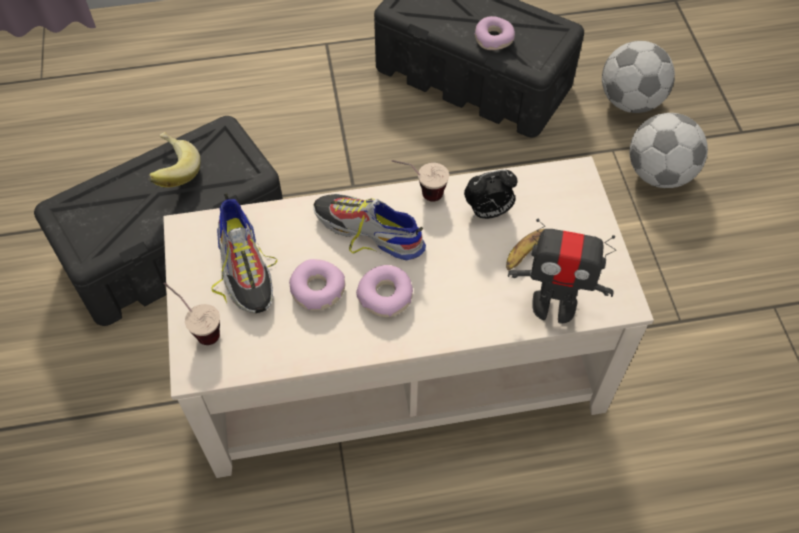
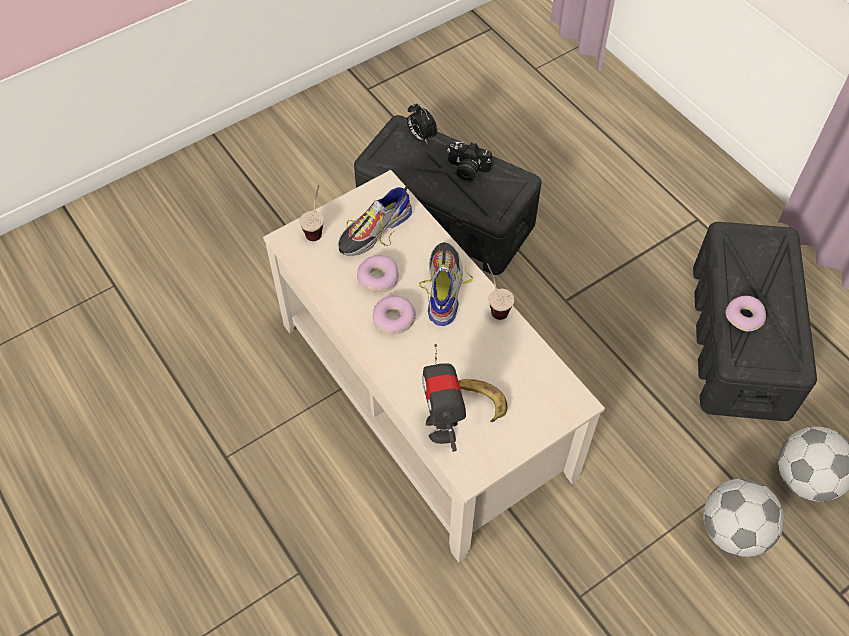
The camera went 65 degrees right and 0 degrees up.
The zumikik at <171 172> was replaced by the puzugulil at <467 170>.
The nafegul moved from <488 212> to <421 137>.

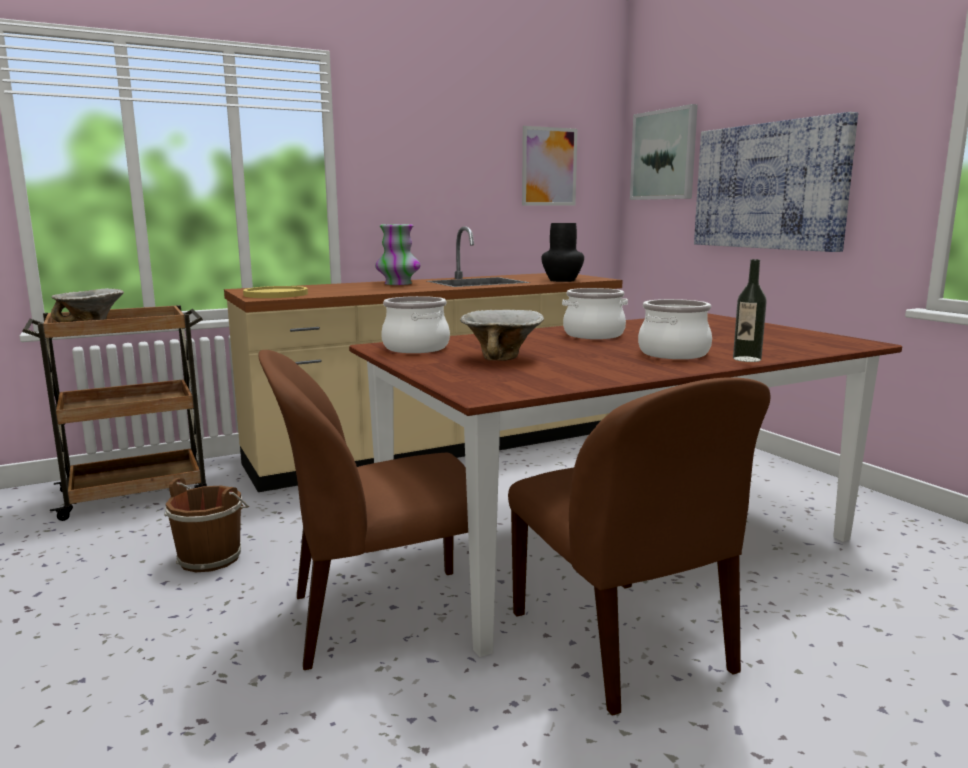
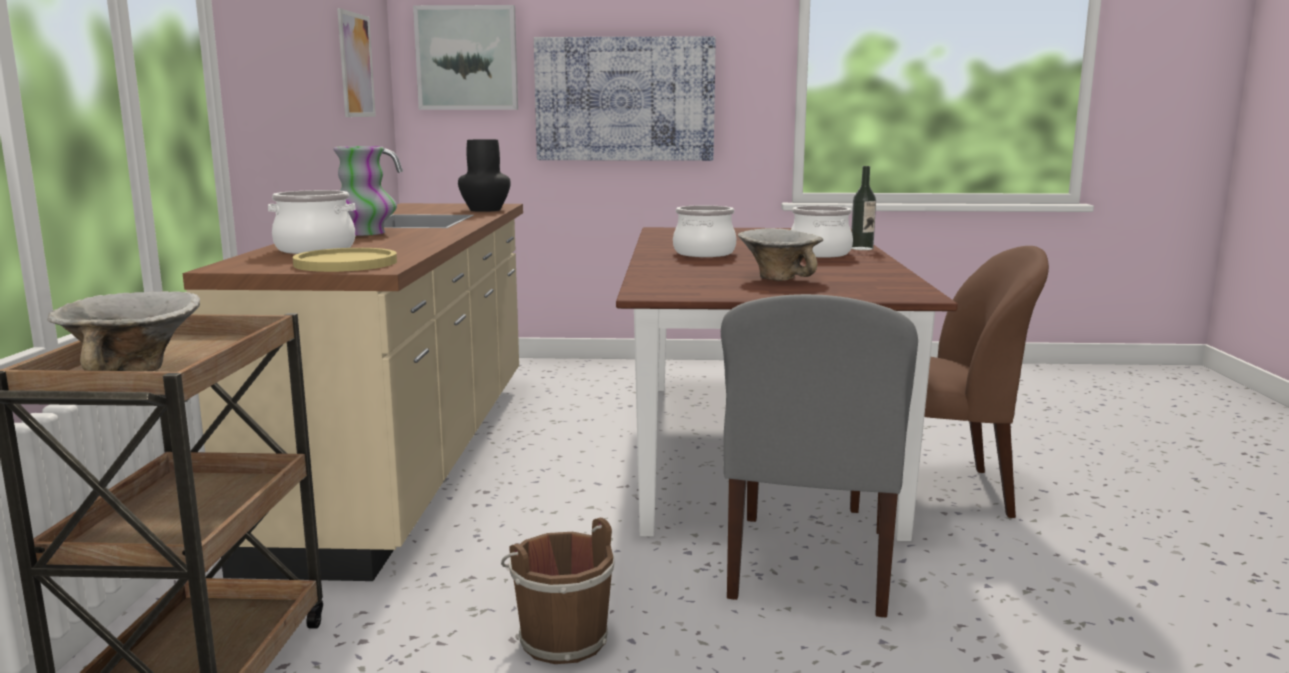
The camera went 60 degrees left and 0 degrees up.
The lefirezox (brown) at <381 617> became the lefirezox (grey) at <810 566>.
The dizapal moved from <416 348> to <315 249>.

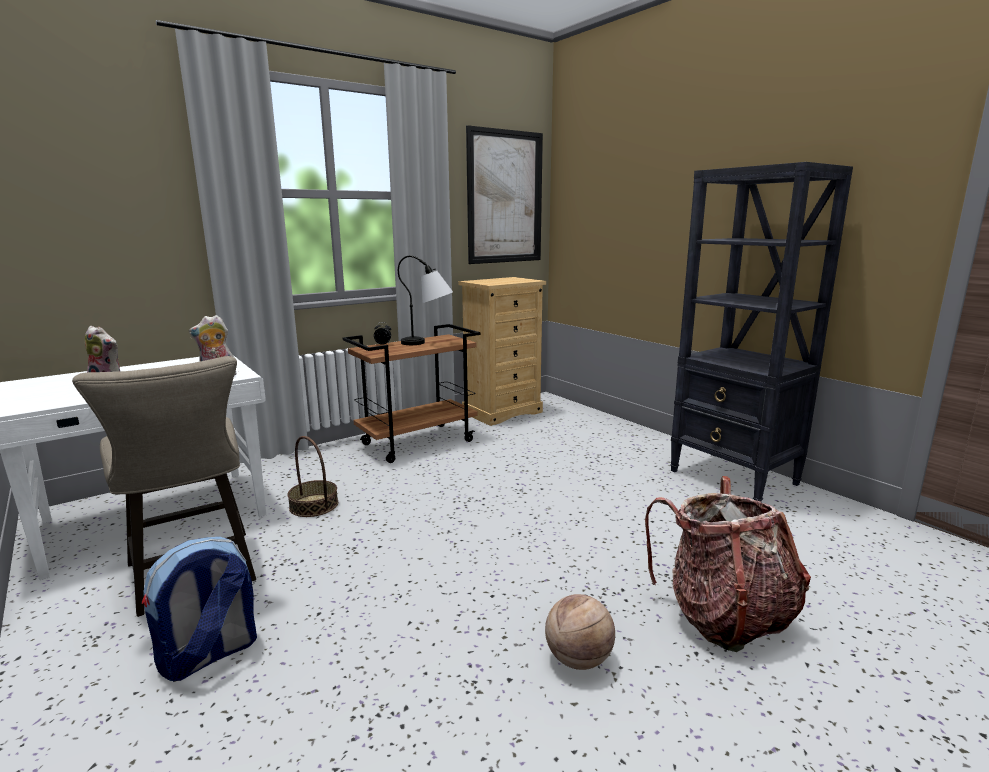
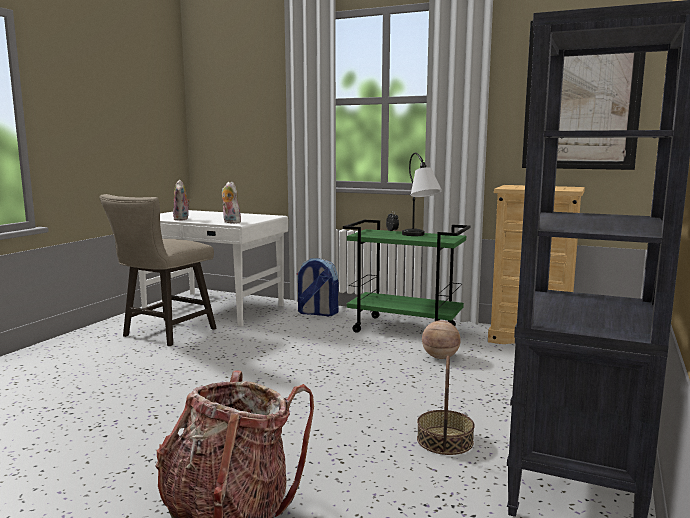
The camera went 60 degrees right and 5 degrees down.
The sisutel moved from <209 655> to <317 313>.
The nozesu moved from <314 505> to <445 440>.
The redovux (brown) at <418 442> became the redovux (green) at <405 329>.
The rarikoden moved from <578 659> to <440 357>.

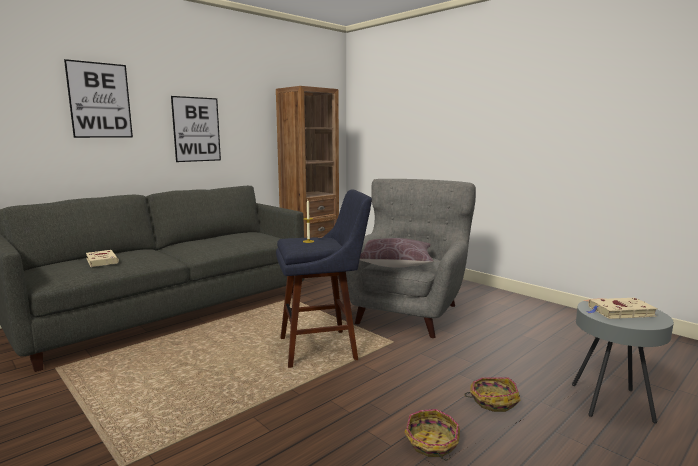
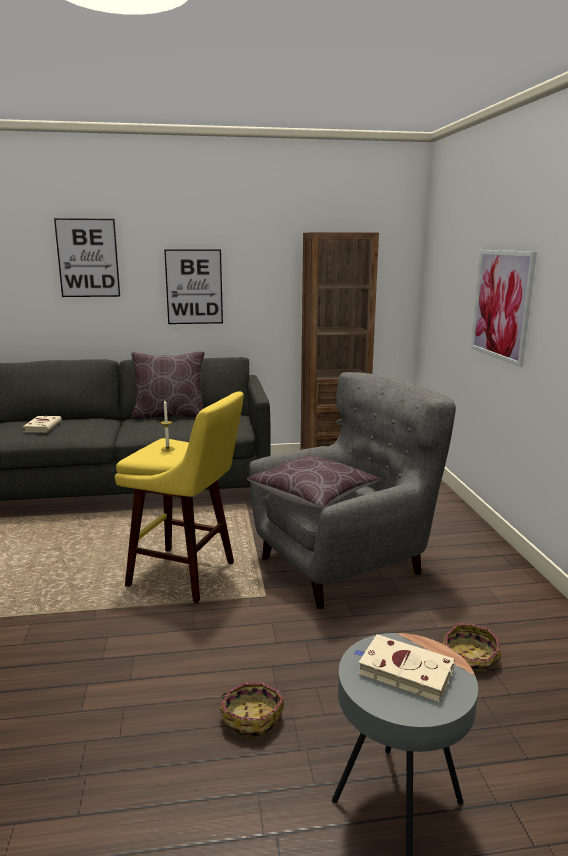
The camera went 35 degrees right and 5 degrees up.
The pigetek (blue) at <323 347> became the pigetek (yellow) at <188 576>.
The nozesu moved from <431 443> to <469 658>.
The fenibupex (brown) at <169 415> appeared.
The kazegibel at <501 305> appeared.

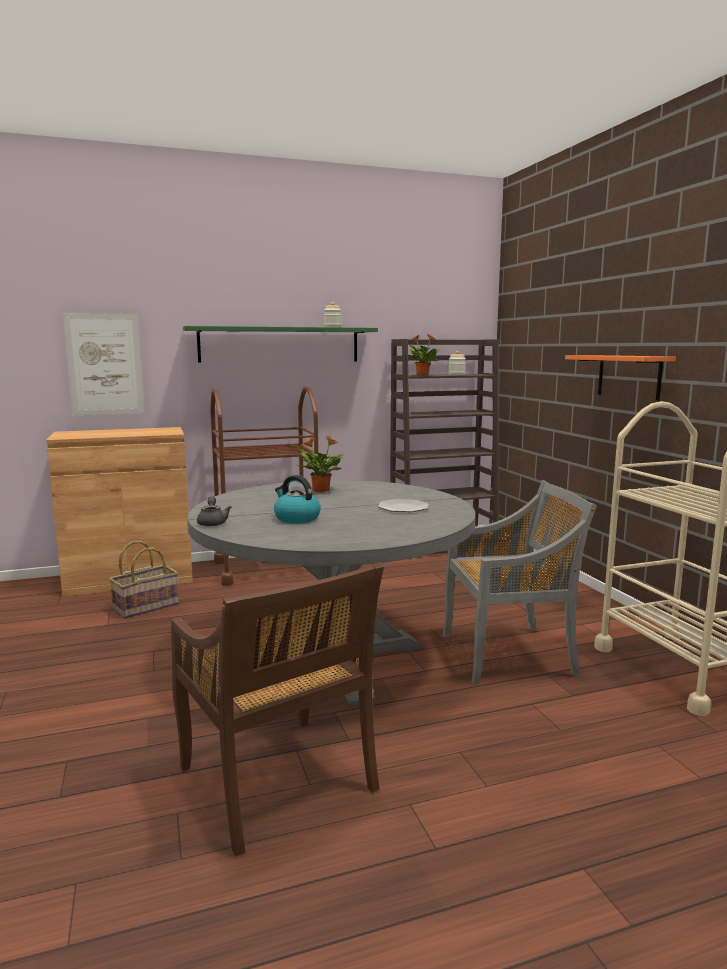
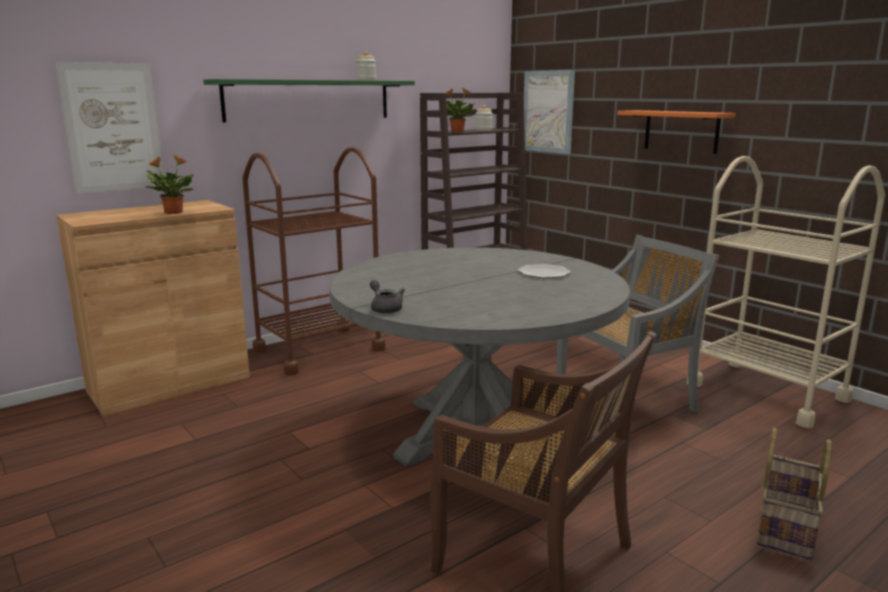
The camera went 20 degrees left and 5 degrees up.
The nozesu moved from <146 606> to <784 527>.
The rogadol at <296 518> disappeared.
The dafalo moved from <320 490> to <173 212>.
The kazegibel at <548 111> appeared.

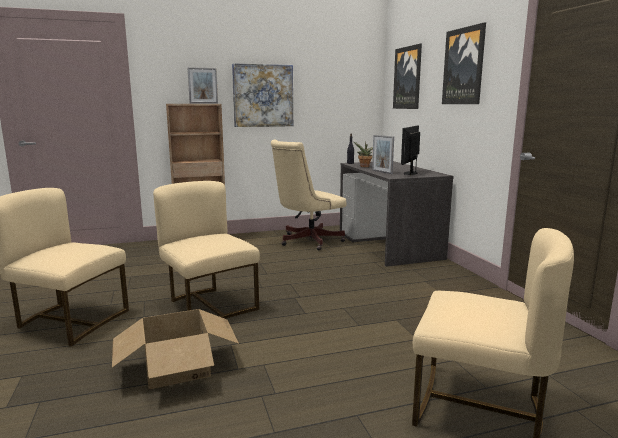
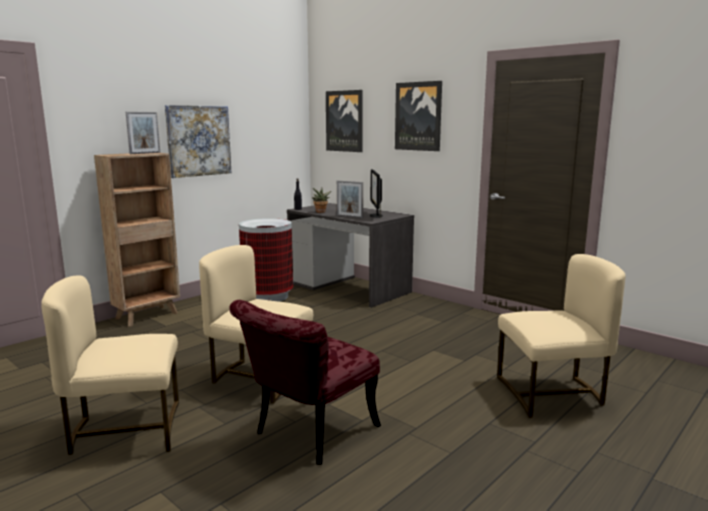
The camera went 30 degrees left and 0 degrees up.
The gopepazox at <177 367> was replaced by the lefirezox (red) at <308 435>.
The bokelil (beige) at <306 241> was replaced by the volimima at <267 297>.

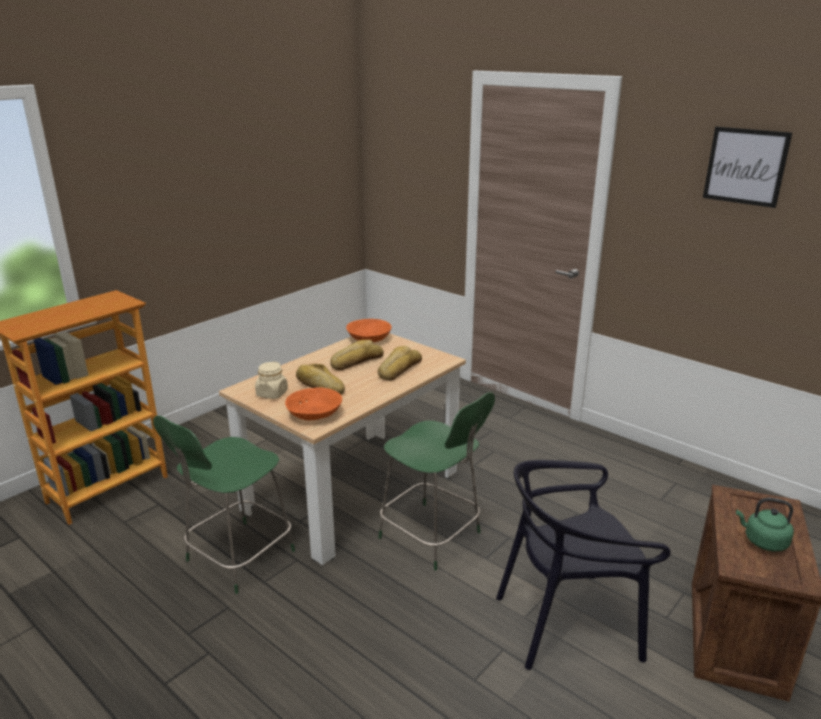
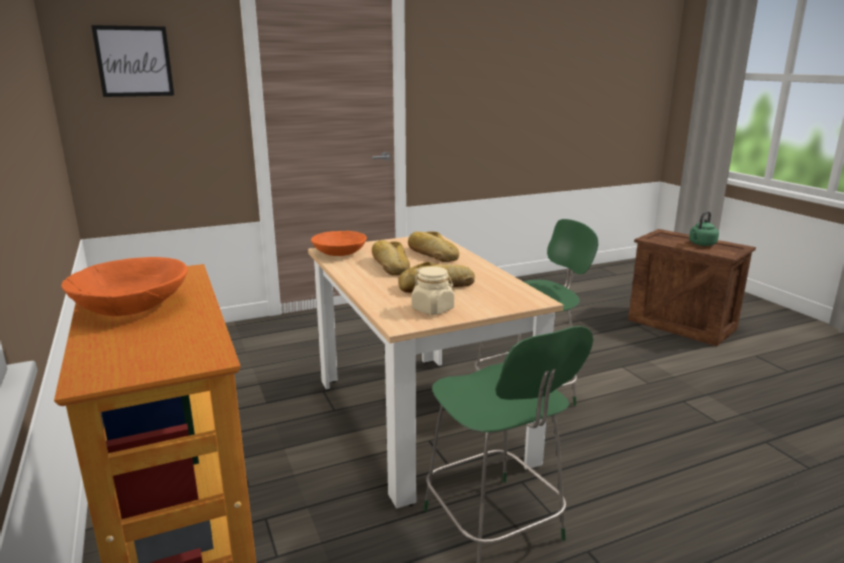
The camera went 65 degrees left and 5 degrees down.
The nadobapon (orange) moved from <315 414> to <132 305>.
The lefirezox (black) at <567 623> disappeared.
The kazegibel moved from <745 166> to <134 61>.

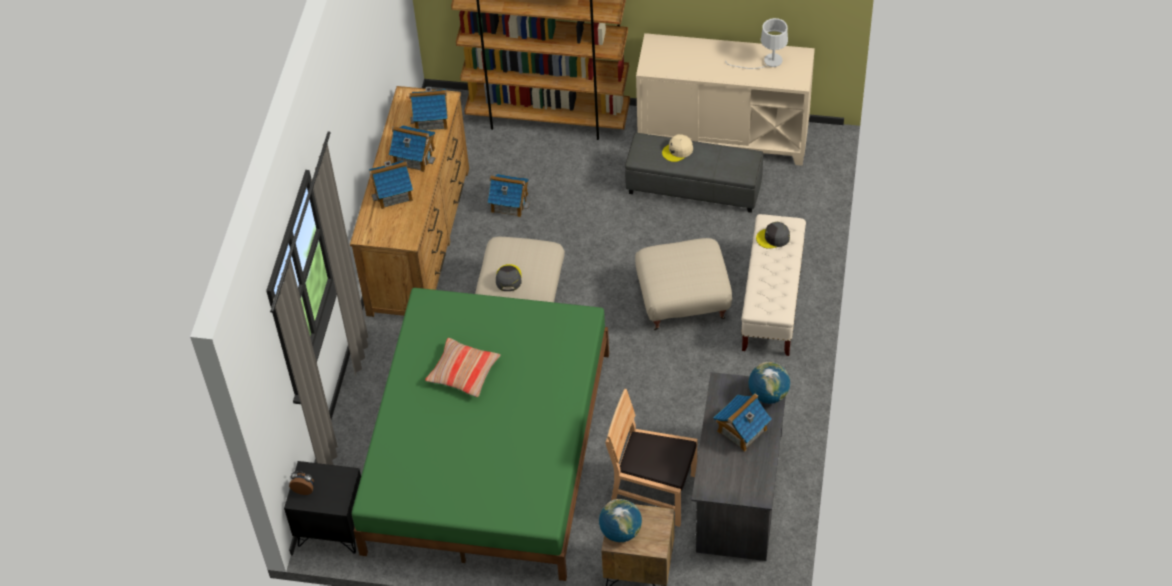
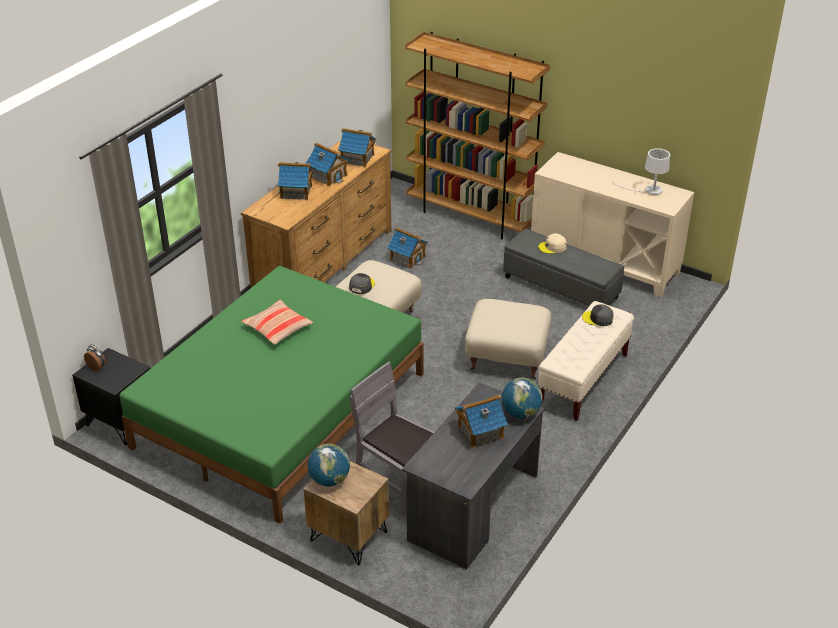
The camera went 20 degrees right and 15 degrees down.
The lefirezox (brown) at <653 491> became the lefirezox (grey) at <398 482>.

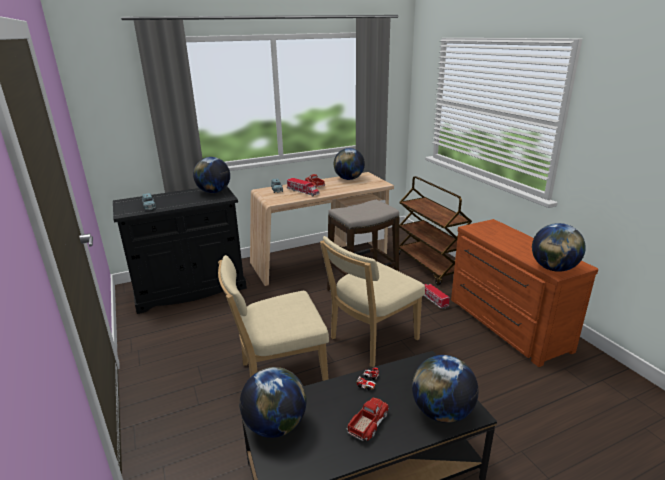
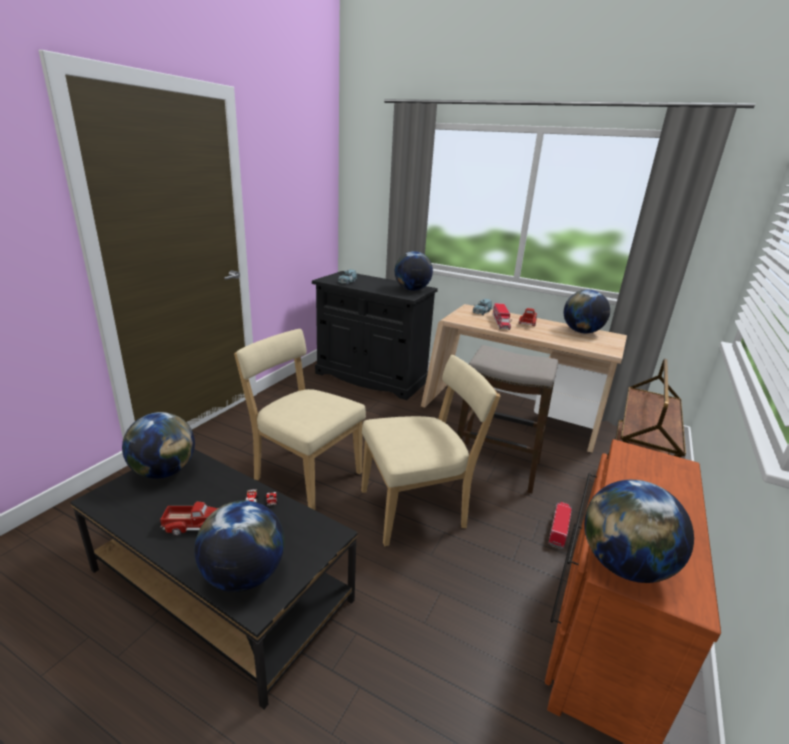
The camera went 50 degrees right and 0 degrees up.
The lefirezox (beige) at <370 340> turned 150 degrees clockwise.

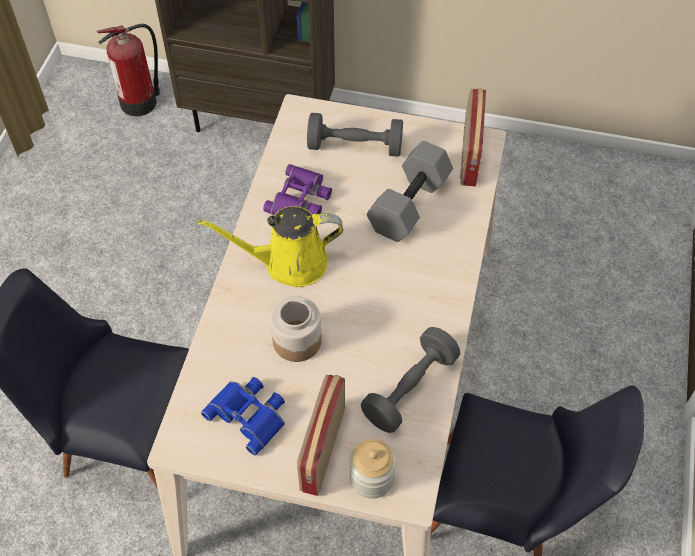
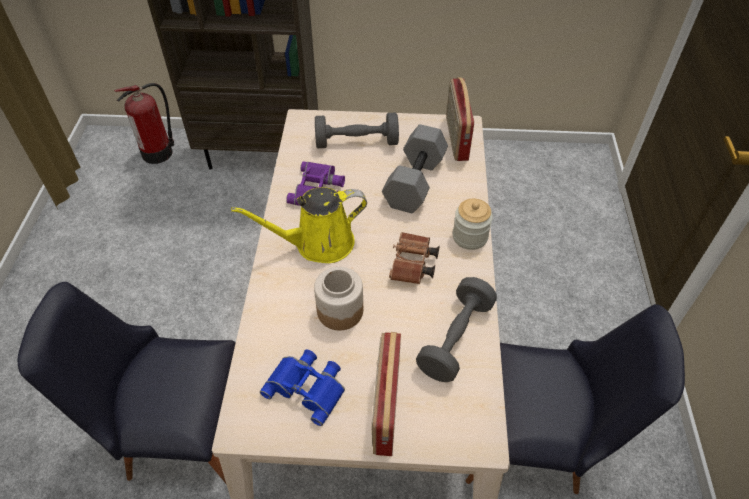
The camera went 10 degrees left and 5 degrees down.
The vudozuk moved from <372 478> to <470 237>.
The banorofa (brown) at <412 266> appeared.

